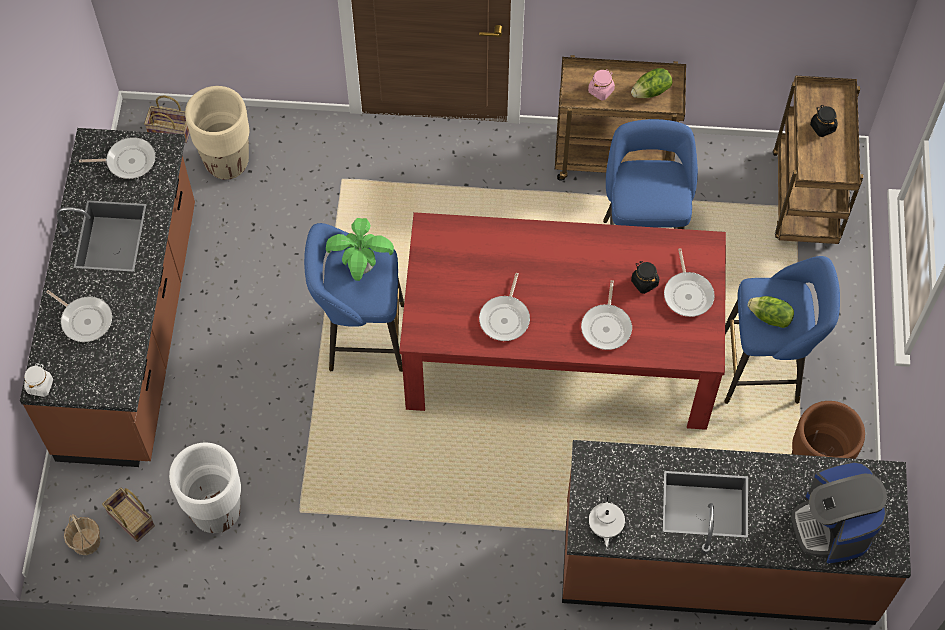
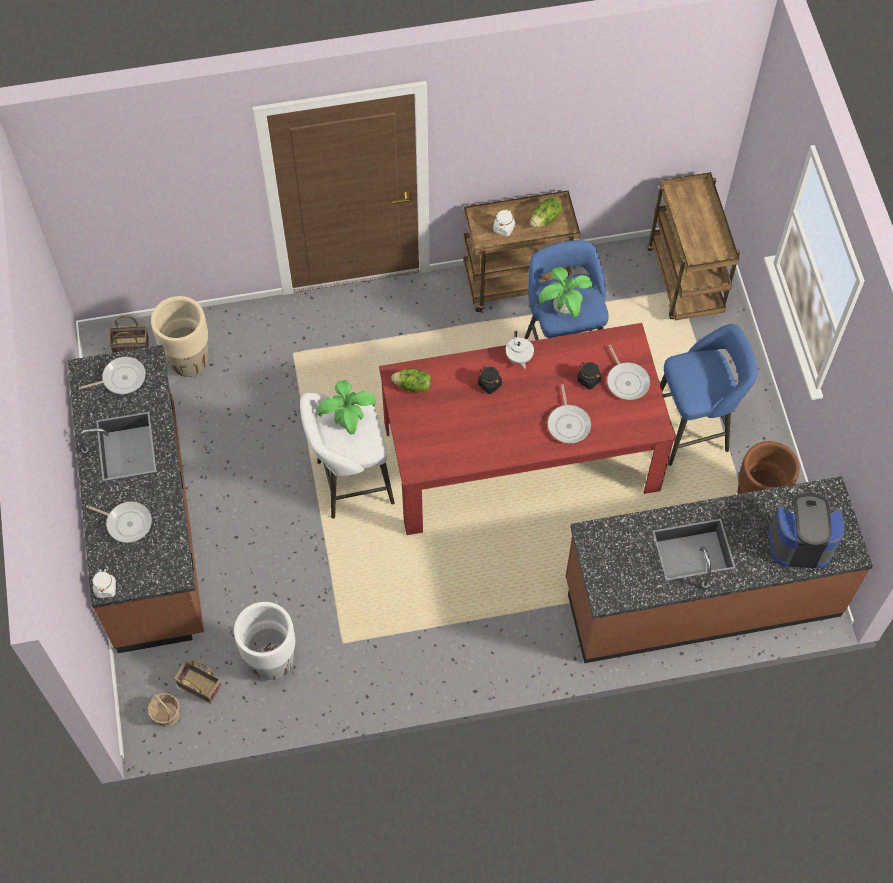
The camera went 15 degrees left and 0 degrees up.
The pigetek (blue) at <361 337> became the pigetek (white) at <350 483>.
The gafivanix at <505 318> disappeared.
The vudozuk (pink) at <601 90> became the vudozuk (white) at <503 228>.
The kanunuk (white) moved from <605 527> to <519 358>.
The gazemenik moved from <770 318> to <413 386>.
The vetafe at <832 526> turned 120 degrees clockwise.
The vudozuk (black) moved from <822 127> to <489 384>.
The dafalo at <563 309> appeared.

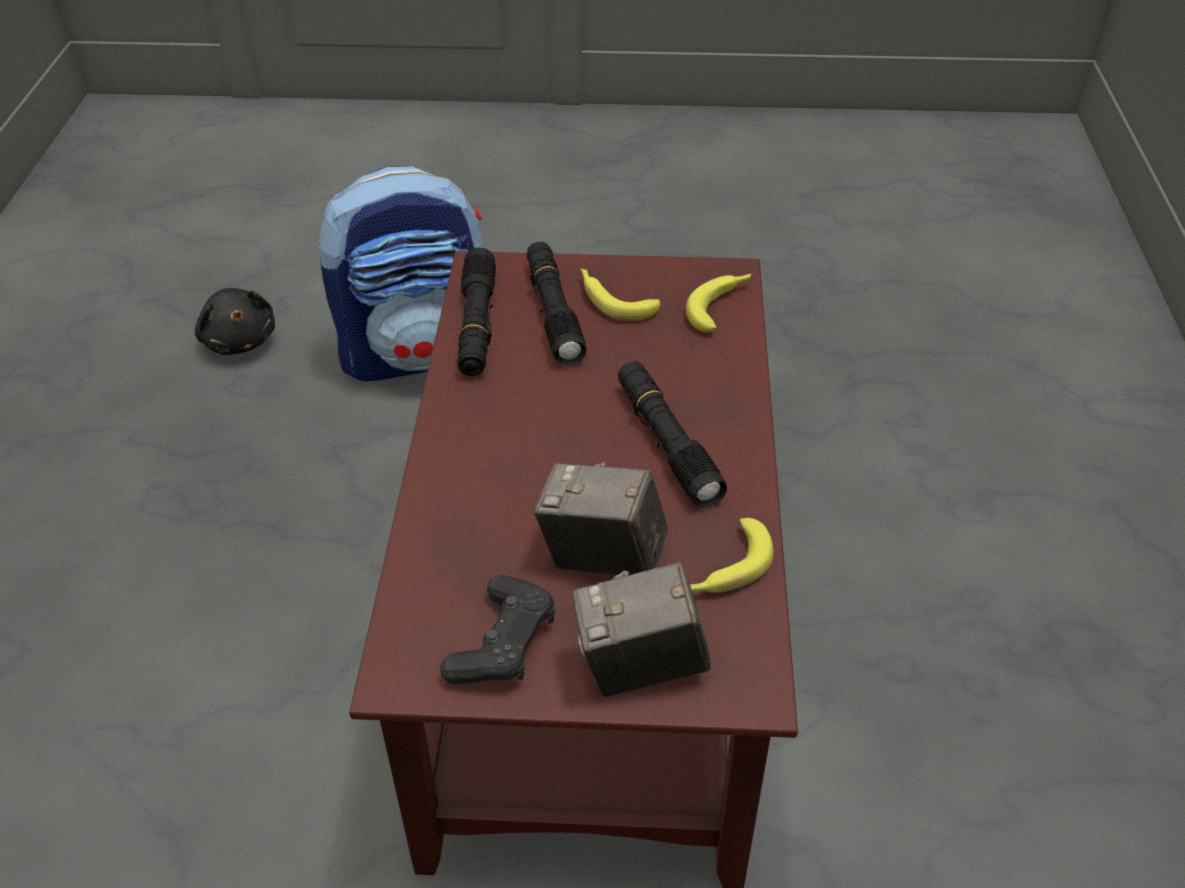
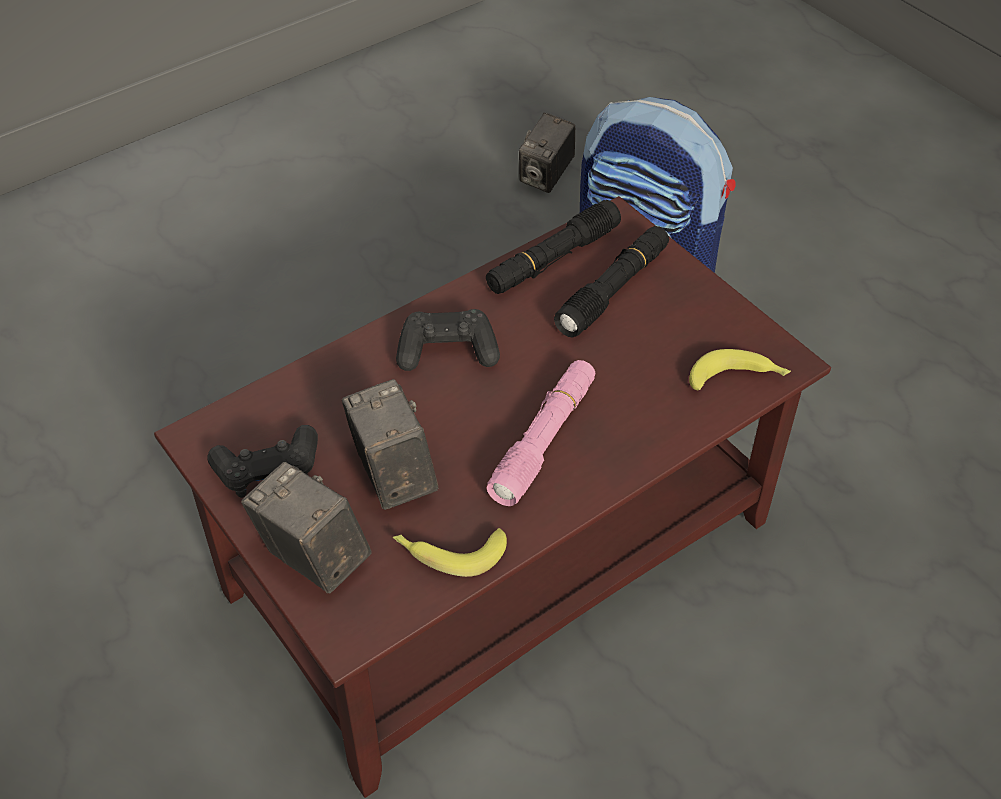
The camera went 50 degrees right and 5 degrees up.
The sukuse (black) at <239 340> was replaced by the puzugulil at <546 176>.
The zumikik at <613 300> disappeared.
The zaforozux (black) at <667 443> became the zaforozux (pink) at <544 440>.
The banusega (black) at <447 351> appeared.

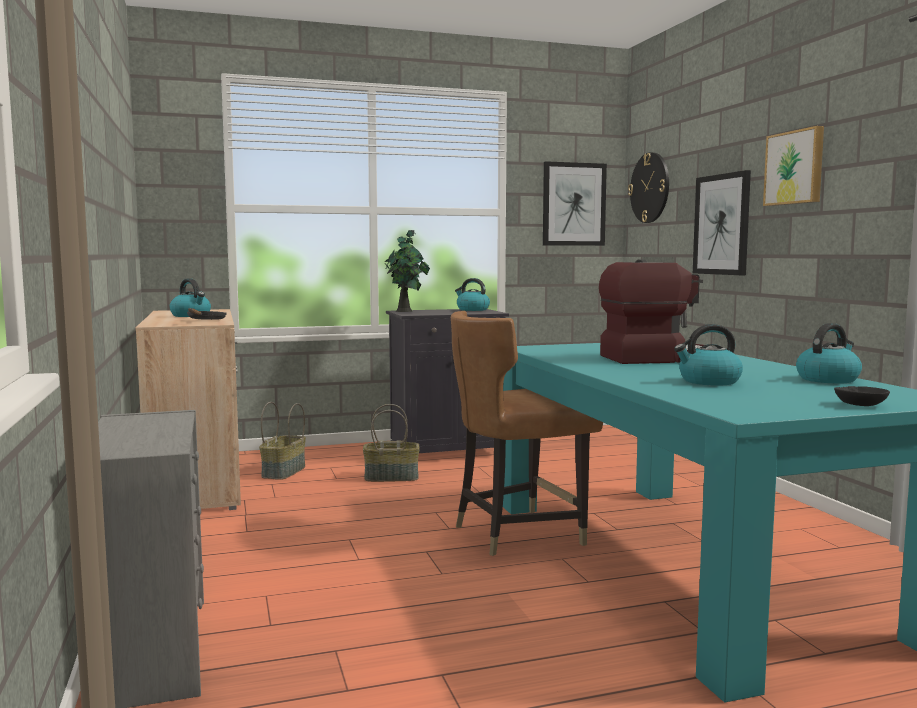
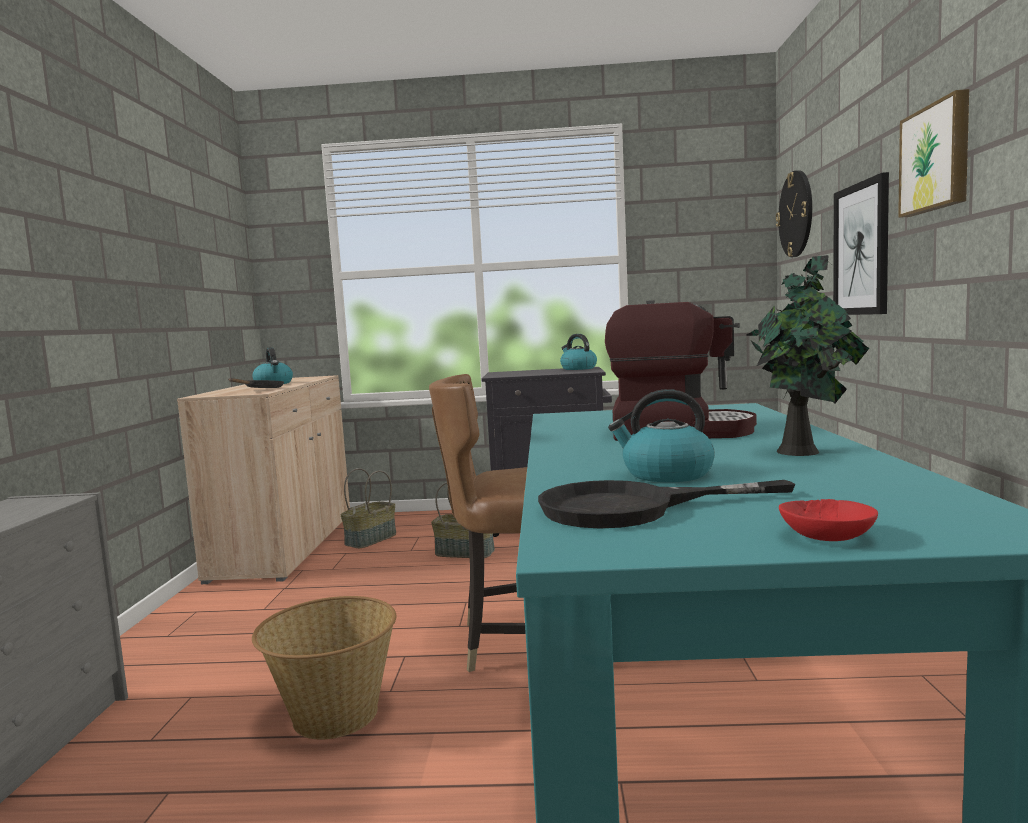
The camera went 20 degrees right and 0 degrees up.
The dafalo moved from <405 311> to <802 452>.
The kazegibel at <573 204> disappeared.
The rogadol at <828 379> disappeared.
The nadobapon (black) at <861 405> became the nadobapon (red) at <827 537>.
The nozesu at <334 716> appeared.
The gafivanix (black) at <631 508> appeared.

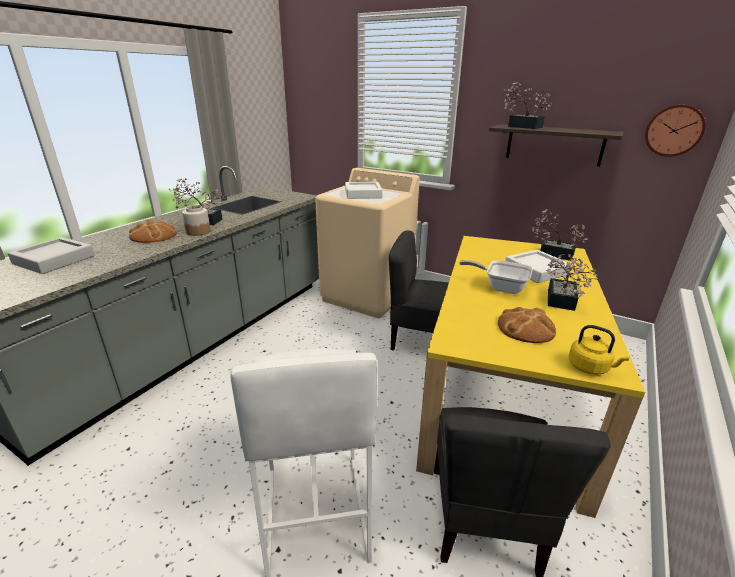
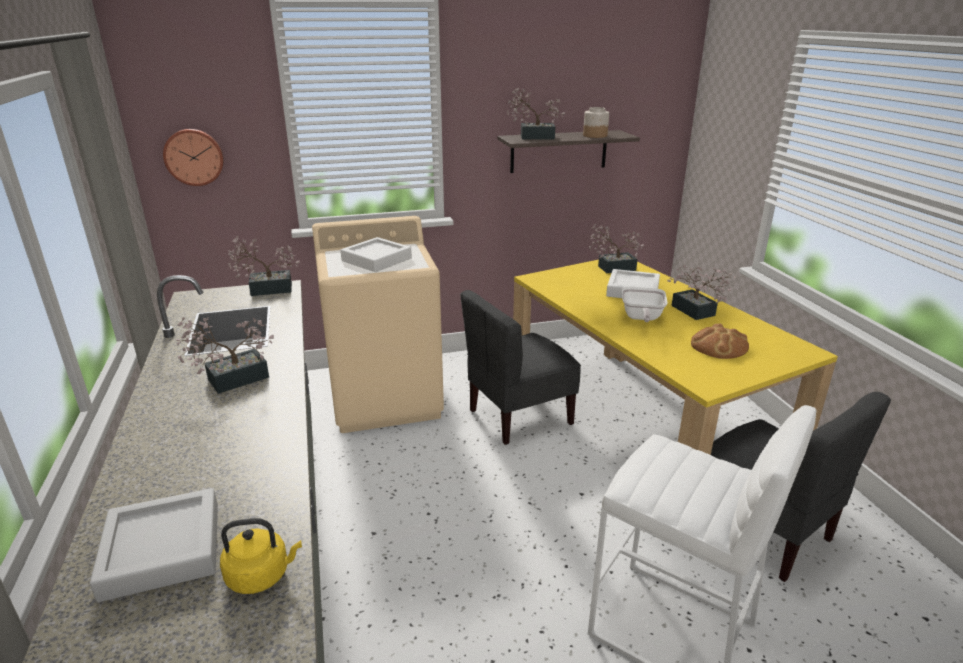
The camera went 45 degrees left and 0 degrees up.
The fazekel at <154 236> disappeared.
The vudozuk moved from <198 231> to <594 135>.
The gafivanix at <500 287> turned 60 degrees counterclockwise.
The rogadol (yellow) moved from <590 367> to <262 575>.
The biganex moved from <674 130> to <194 157>.
The dafalo at <266 289> appeared.

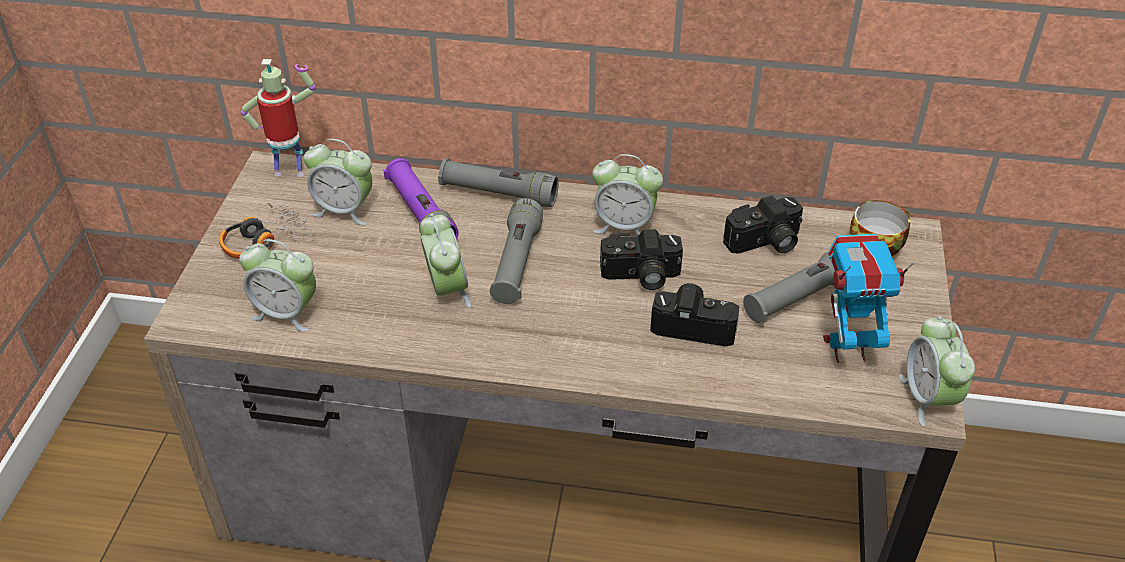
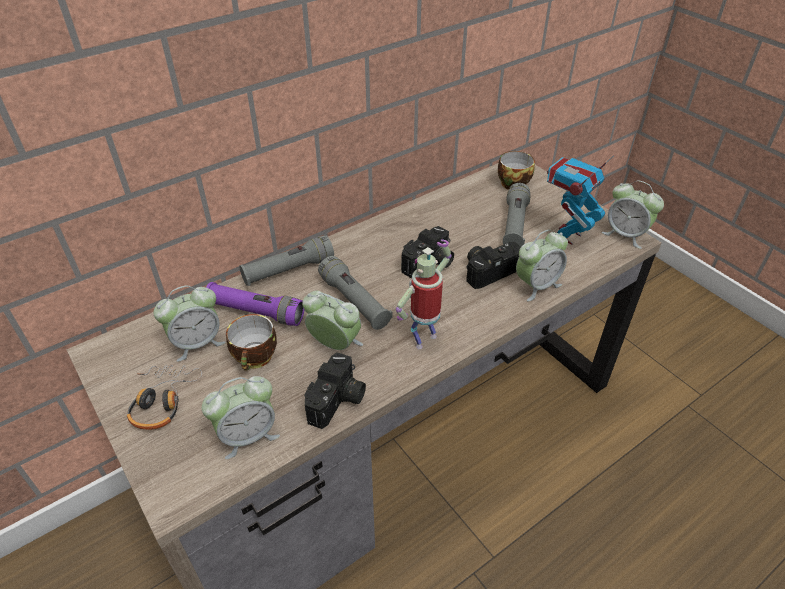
The camera went 45 degrees left and 0 degrees up.
The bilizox moved from <291 171> to <424 338>.
The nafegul moved from <624 226> to <536 285>.
The puzugulil moved from <765 243> to <338 402>.
The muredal at <256 358> appeared.

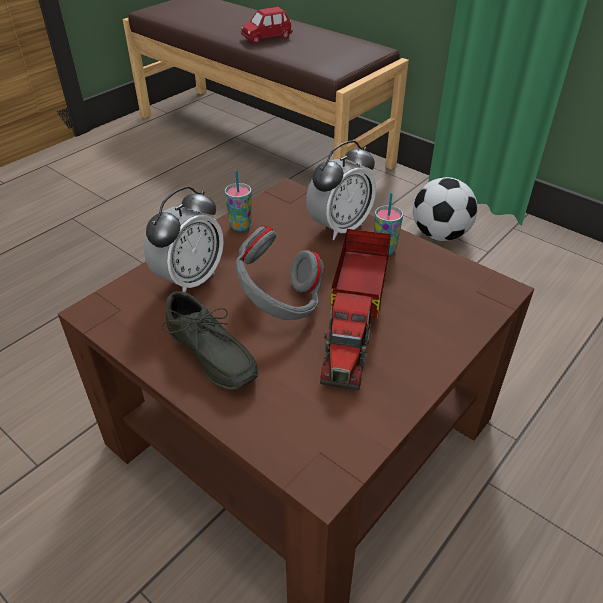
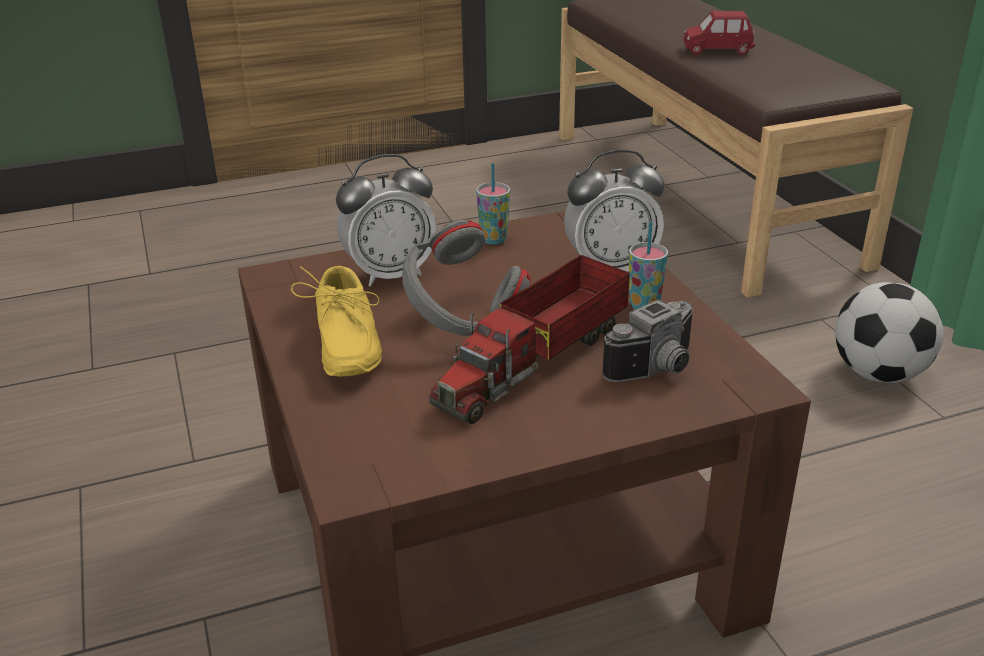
The camera went 30 degrees right and 10 degrees down.
The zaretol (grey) at <207 356> became the zaretol (yellow) at <342 346>.
The puzugulil at <658 369> appeared.

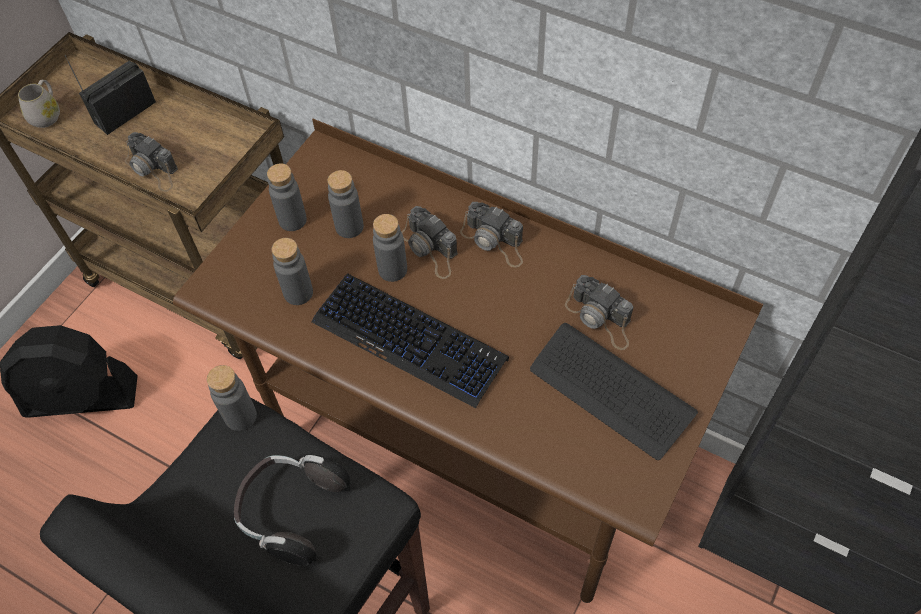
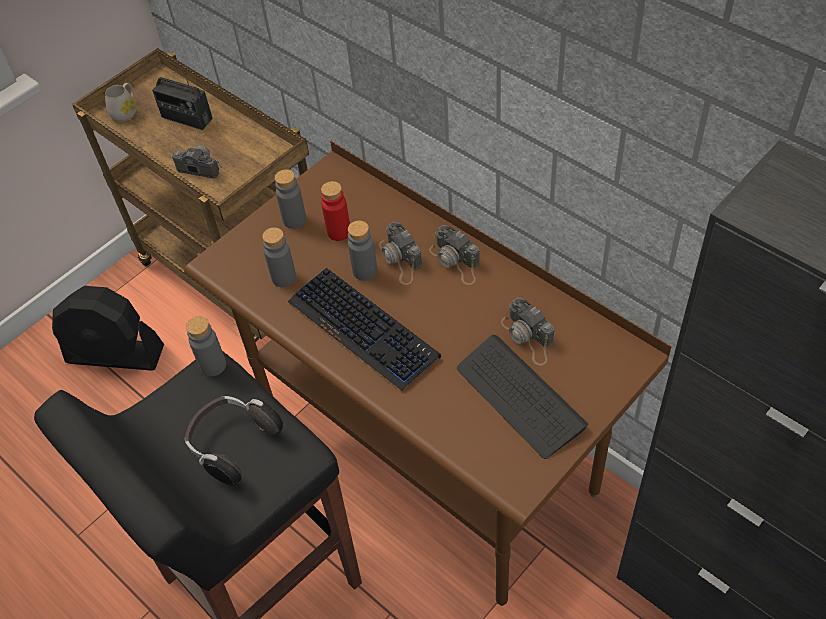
The camera went 15 degrees right and 5 degrees down.
The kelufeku at <125 112> turned 120 degrees counterclockwise.
The puzugulil at <153 169> turned 150 degrees clockwise.
The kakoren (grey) at <349 227> became the kakoren (red) at <339 232>.

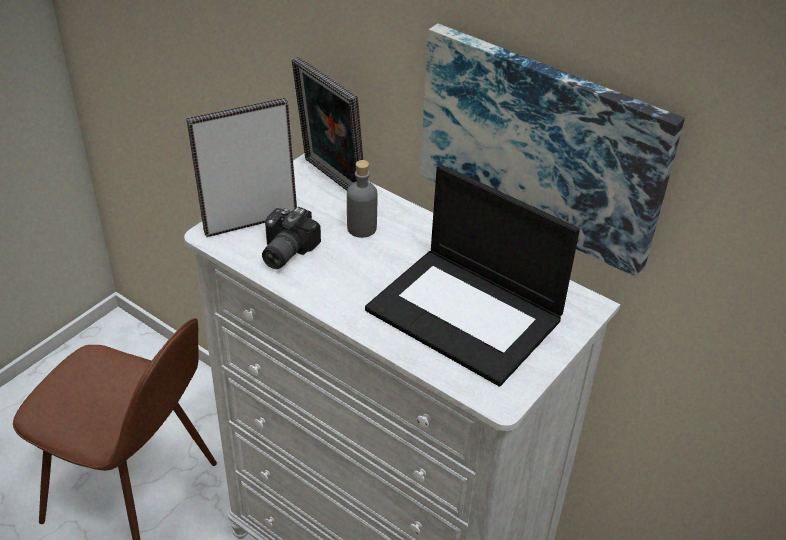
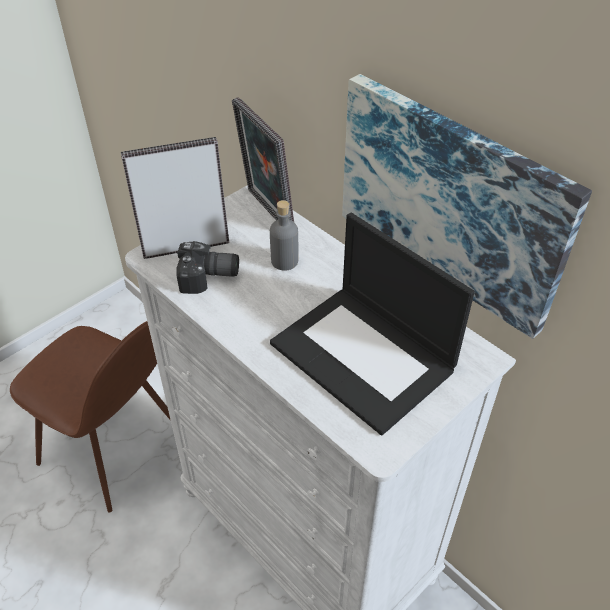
The camera went 10 degrees right and 5 degrees up.
The puzugulil at <283 251> turned 120 degrees counterclockwise.

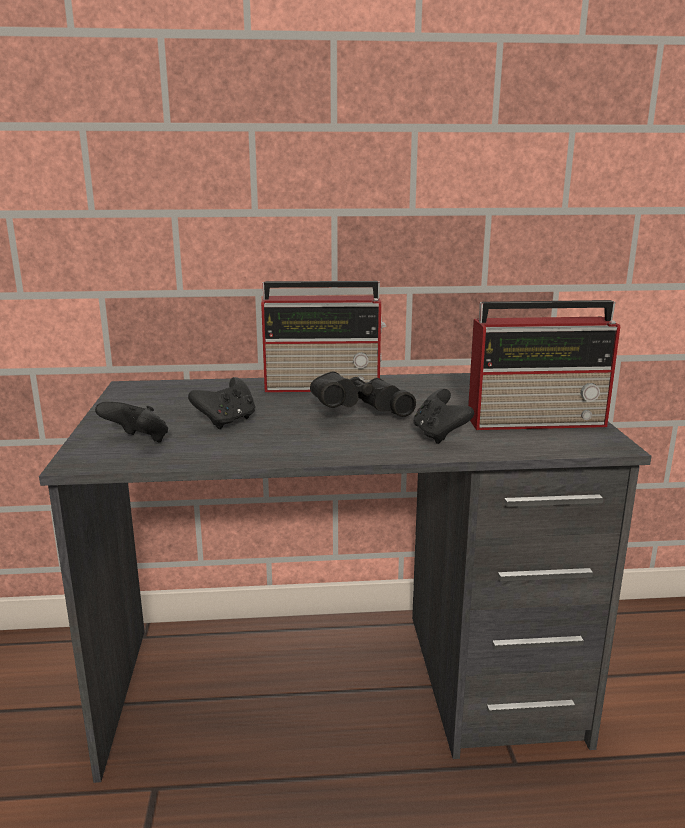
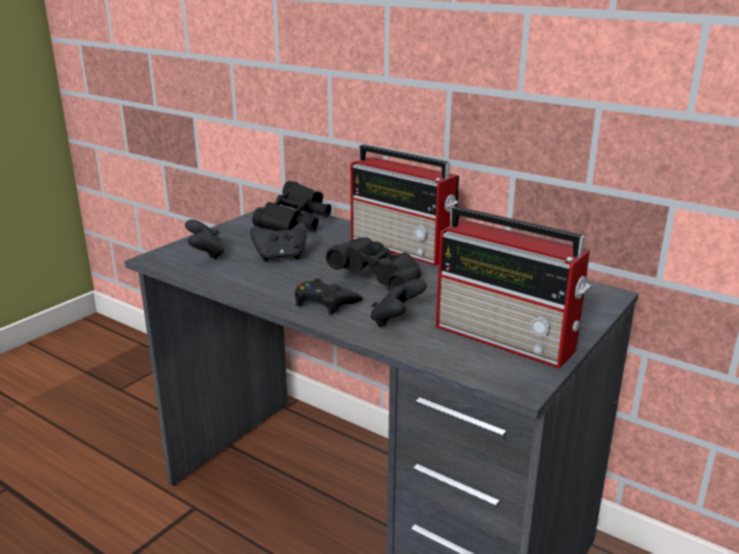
The camera went 40 degrees right and 5 degrees up.
The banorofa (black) at <295 224> appeared.
The banusega (black) at <325 302> appeared.

